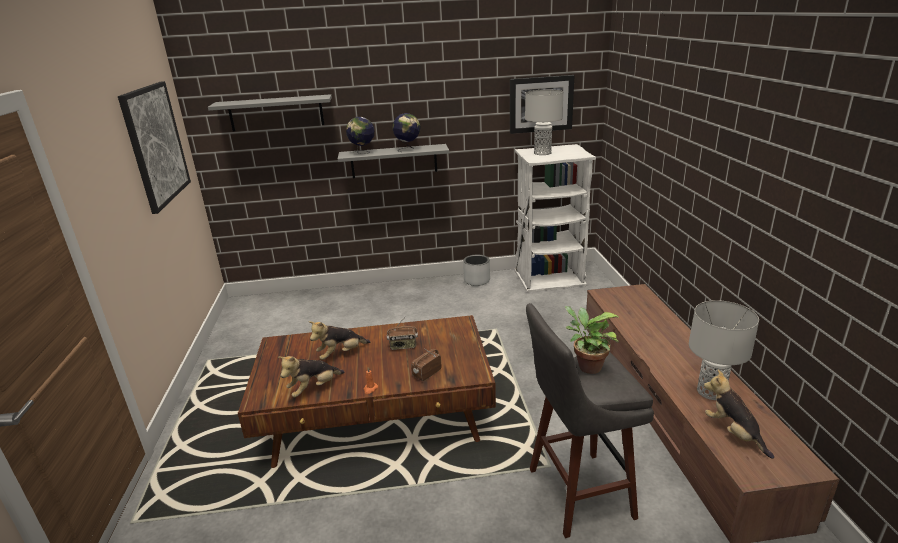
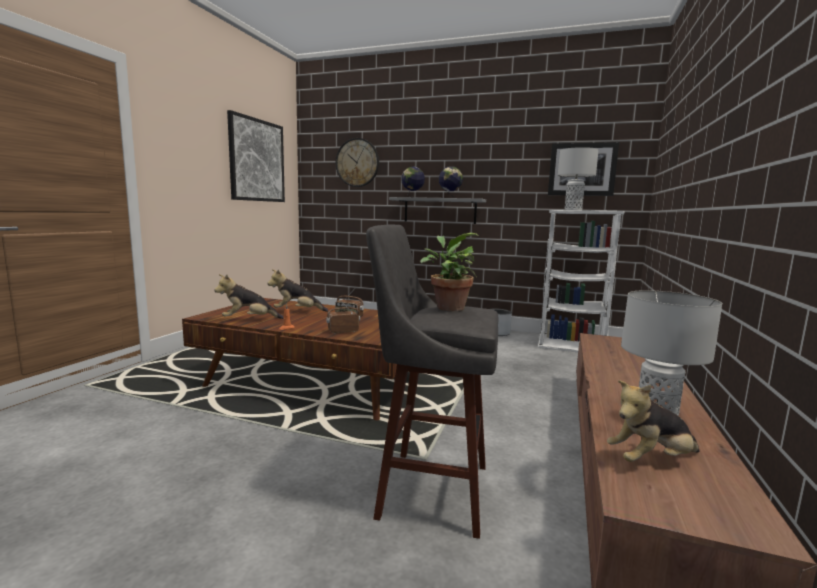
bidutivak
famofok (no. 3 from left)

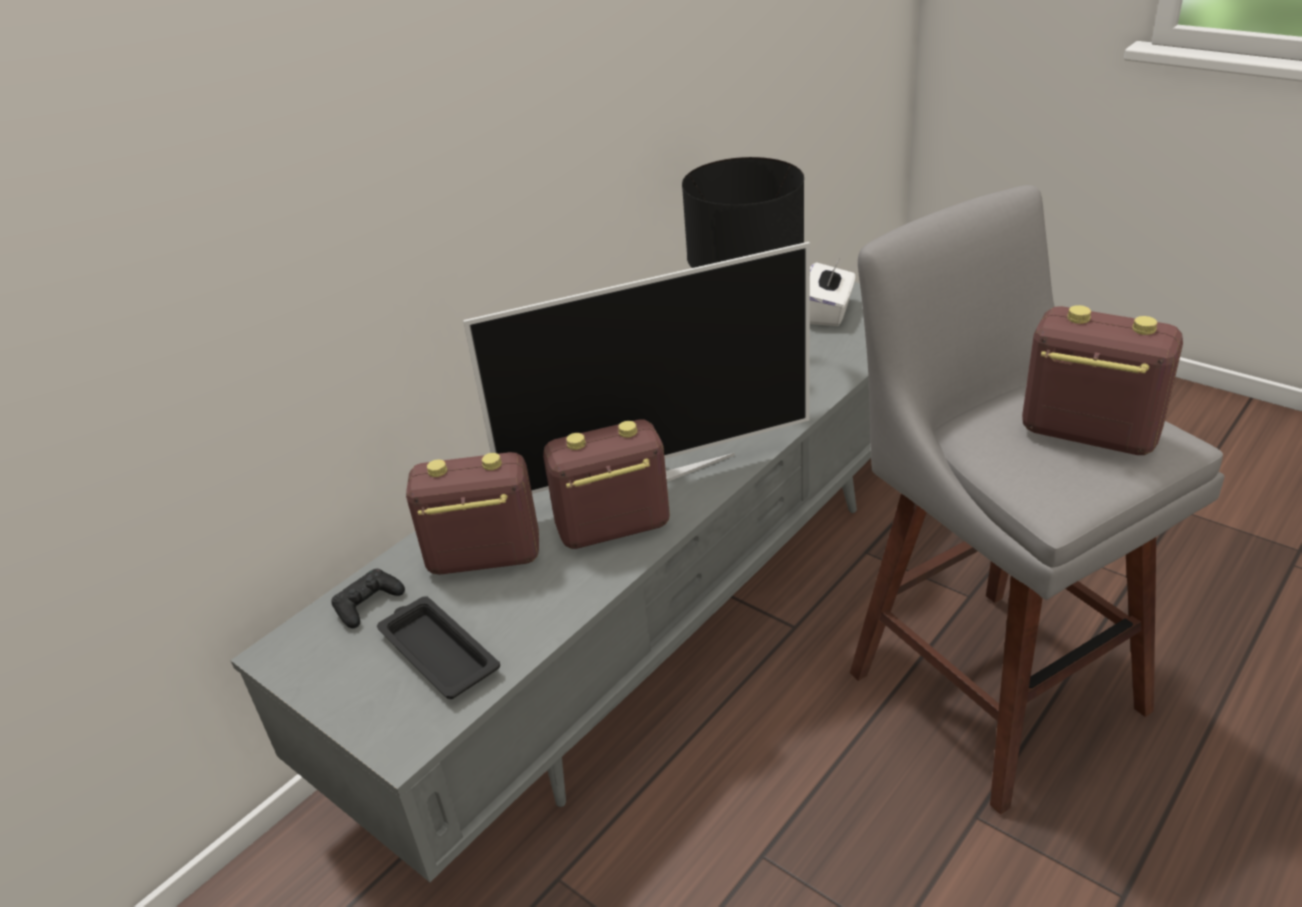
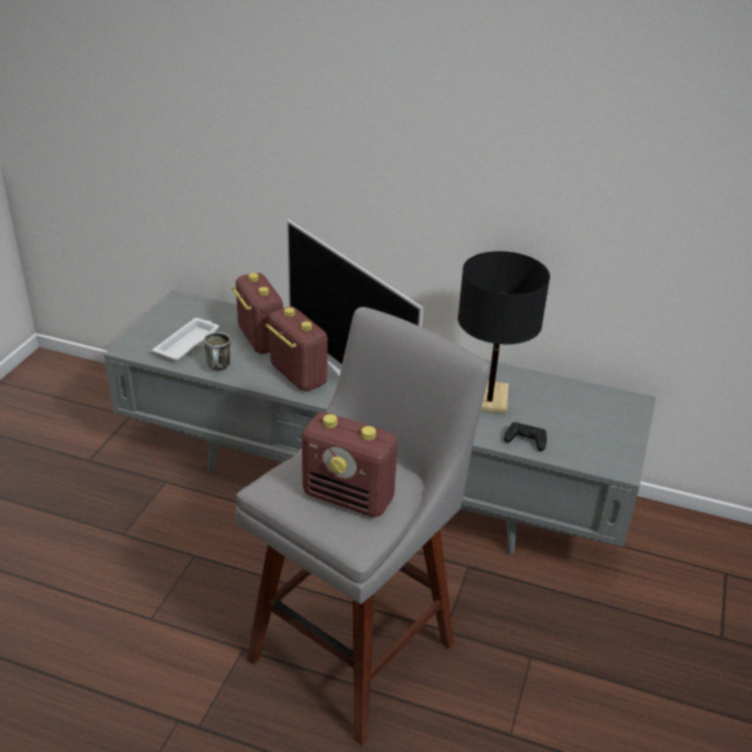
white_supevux
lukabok (no. 3 from left)
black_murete
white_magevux
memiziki

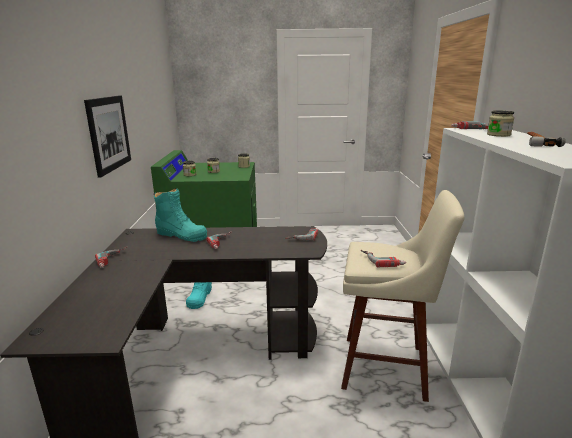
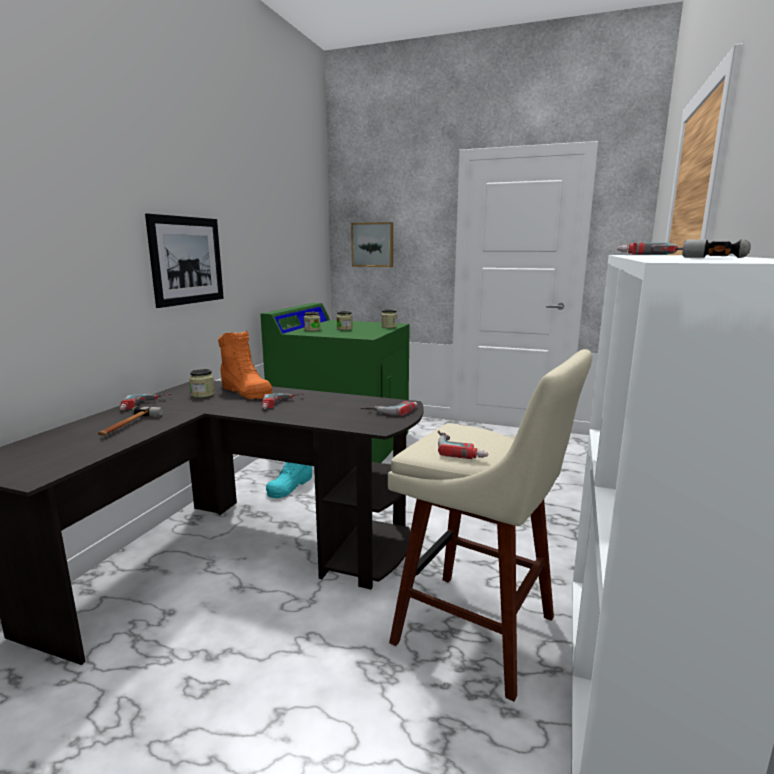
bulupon (no. 1 from left)
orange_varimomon
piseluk (no. 2 from left)
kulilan (no. 1 from left)

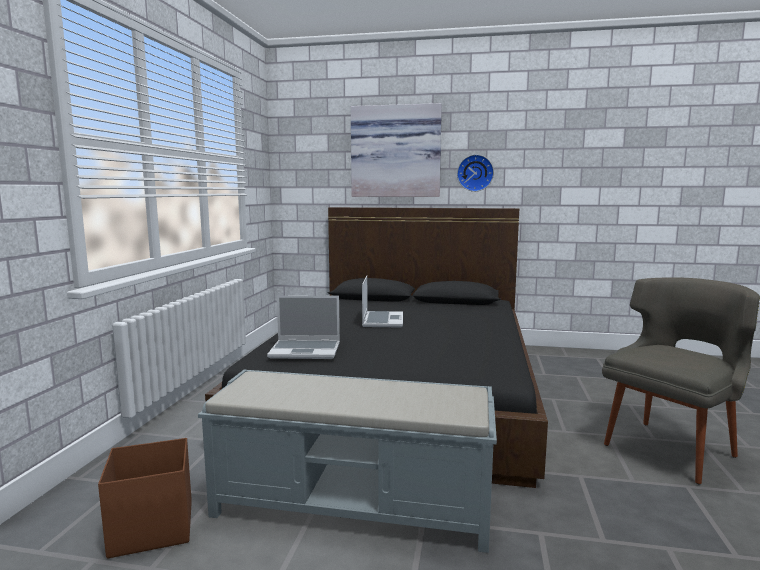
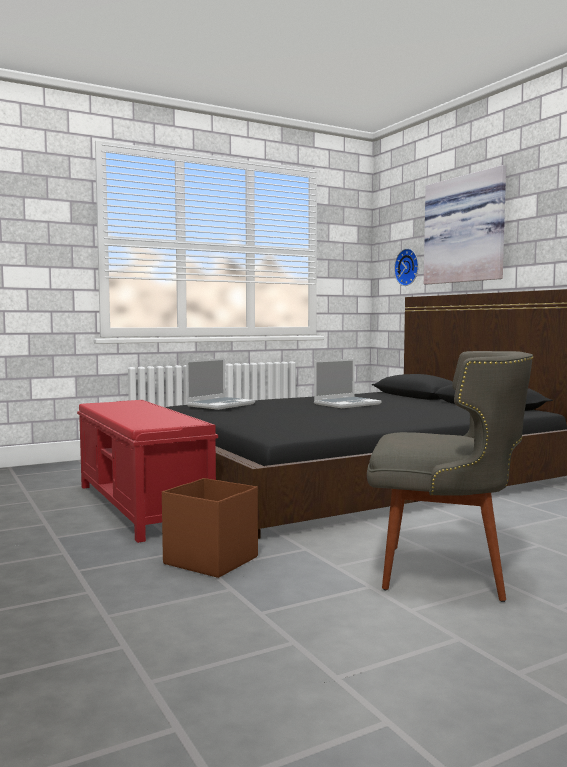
bidutivak
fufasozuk (no. 1 from left)
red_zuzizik
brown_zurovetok

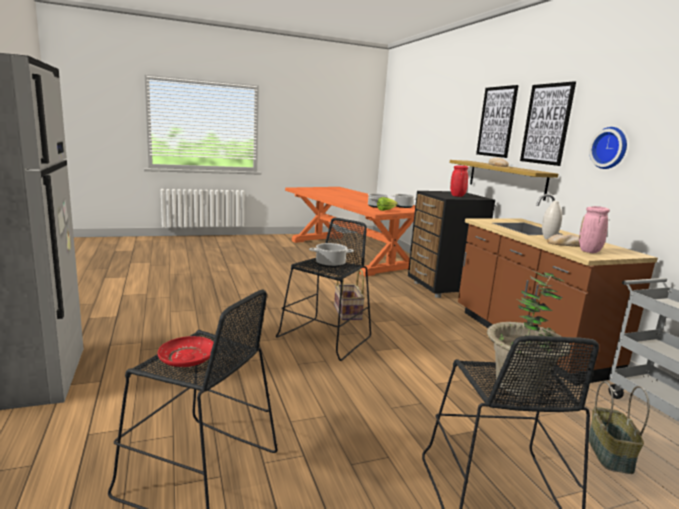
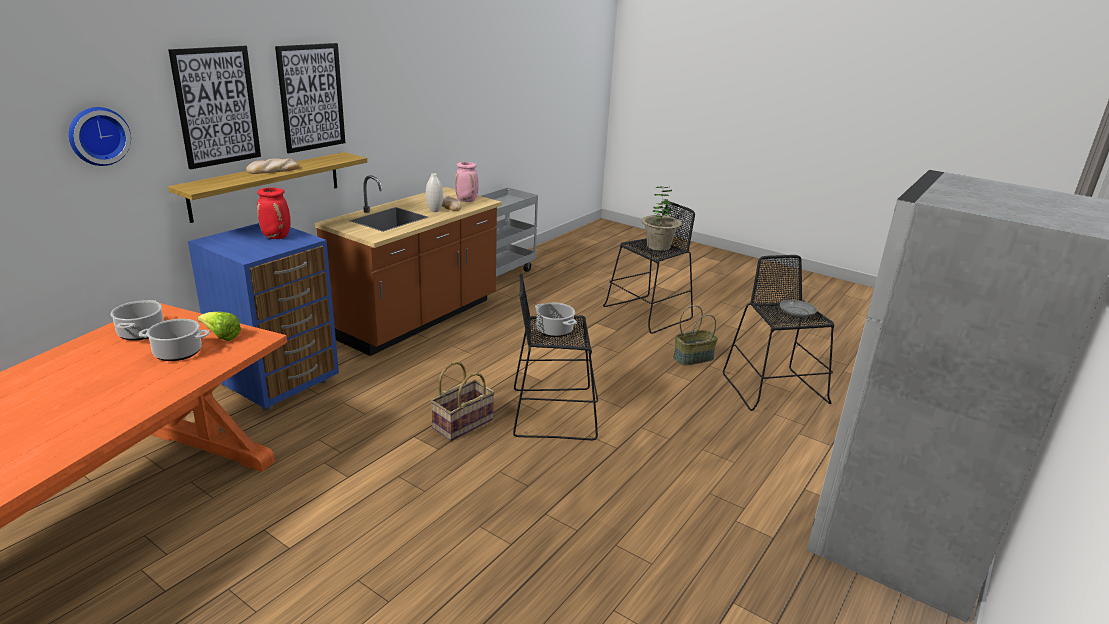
bidutivak
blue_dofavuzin
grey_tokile
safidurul (no. 2 from left)

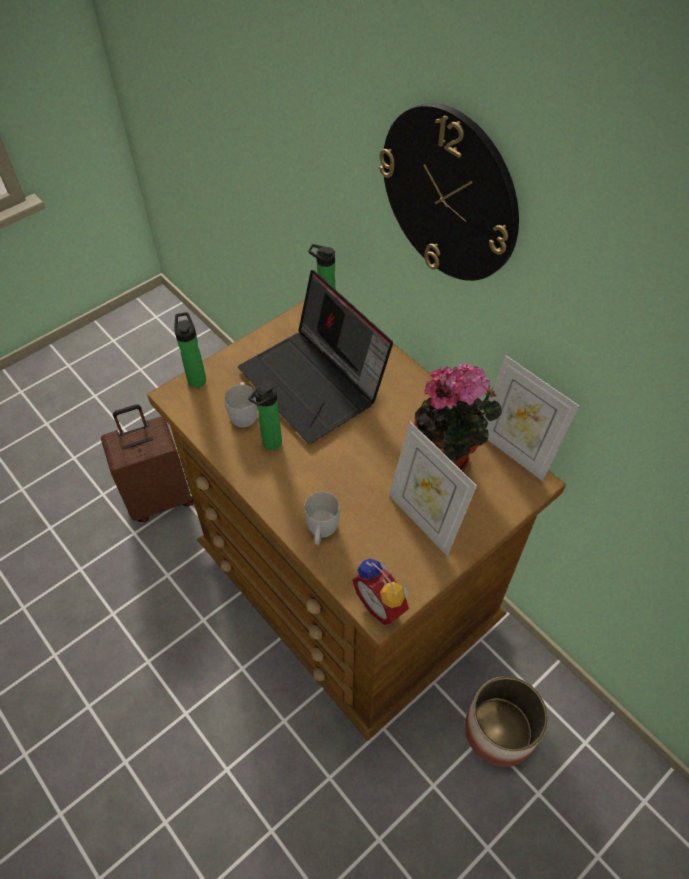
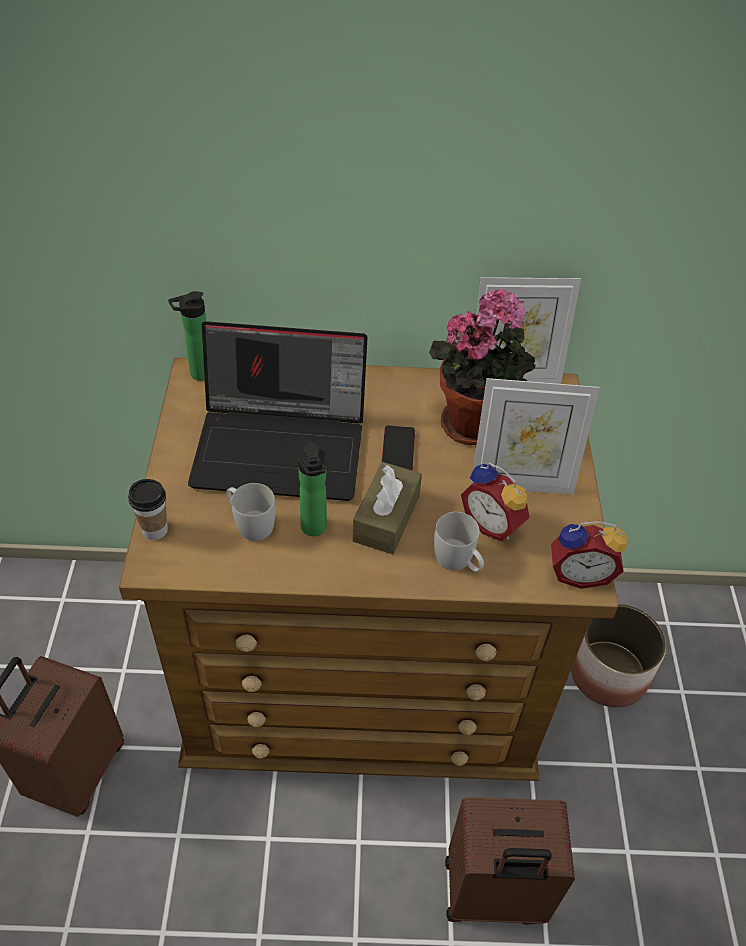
bidutivak
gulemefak
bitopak
brown_supevux
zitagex (no. 1 from left)
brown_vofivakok (no. 2 from left)

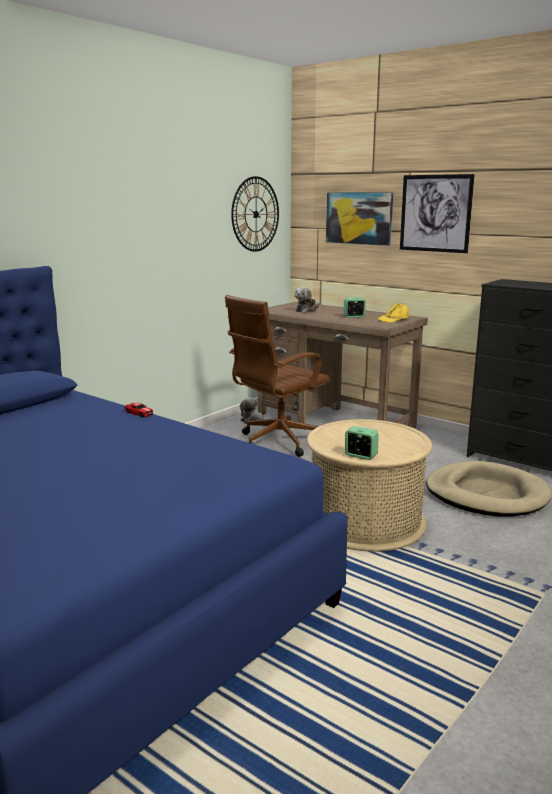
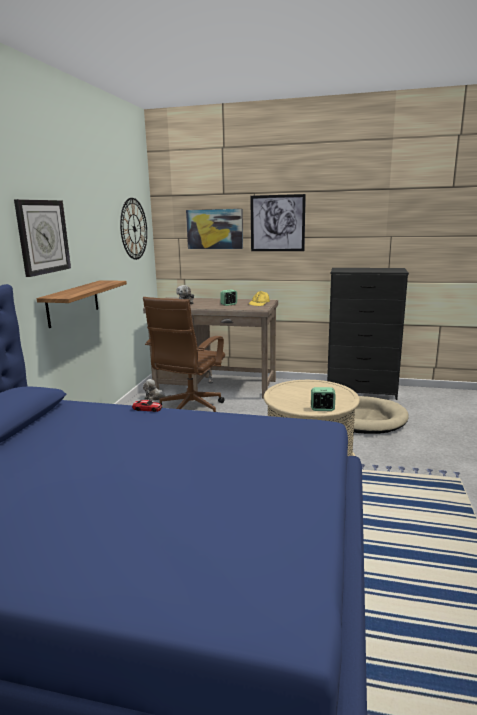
bidutivak (no. 1 from left)
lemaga

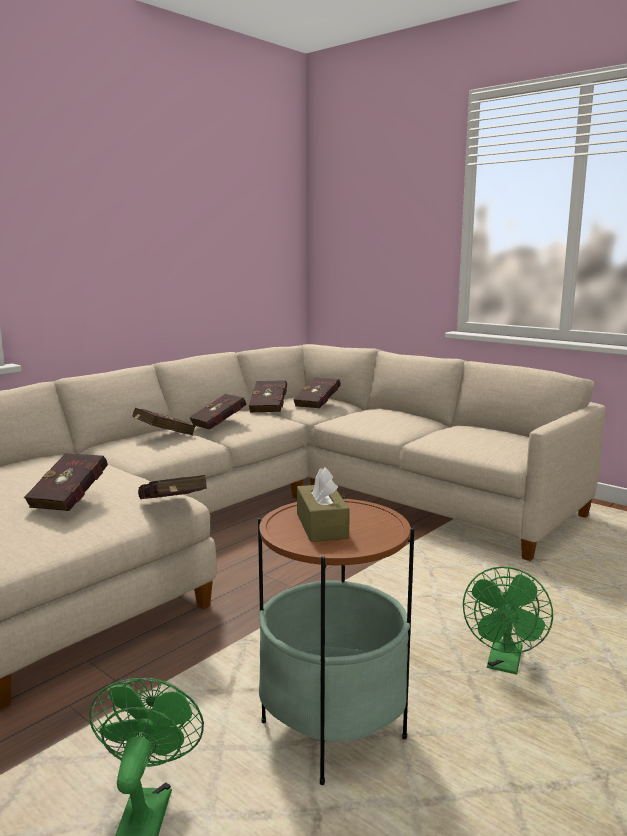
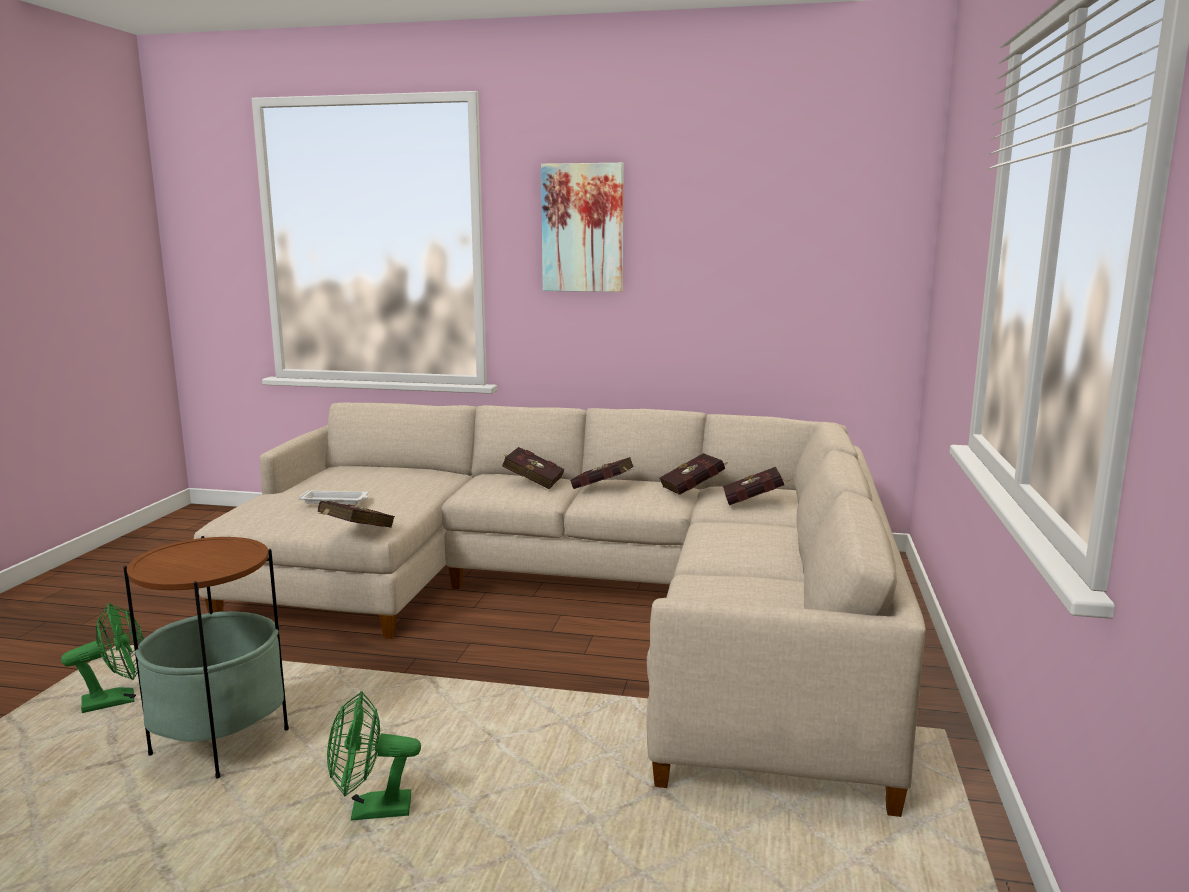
white_magevux
brown_supevux
piseluk

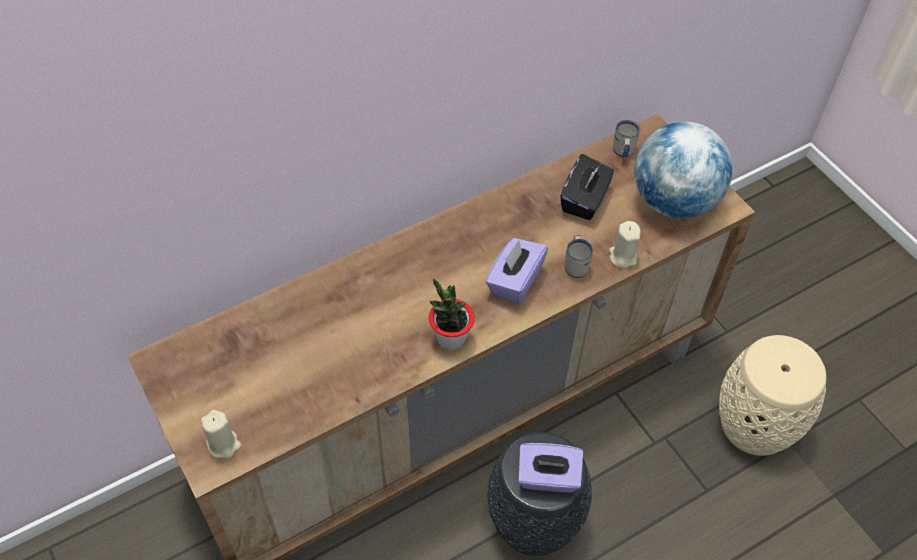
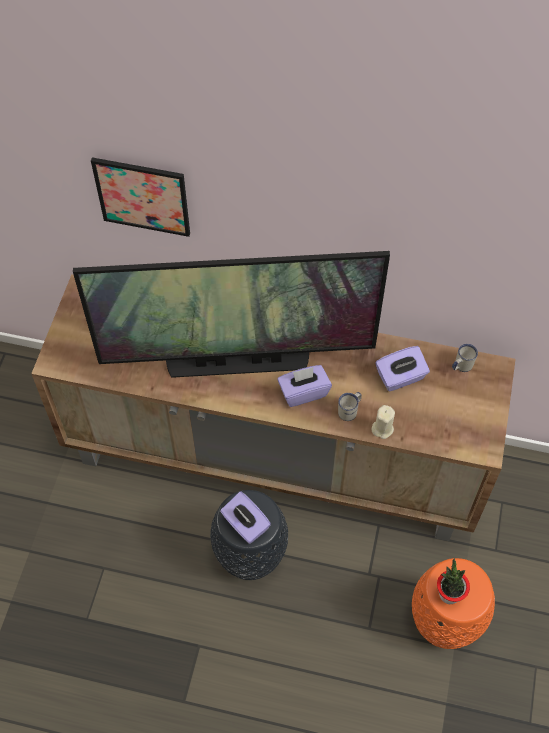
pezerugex
purple_supevux (no. 3 from left)
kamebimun
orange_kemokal
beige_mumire (no. 1 from left in the first image)
piseluk
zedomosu

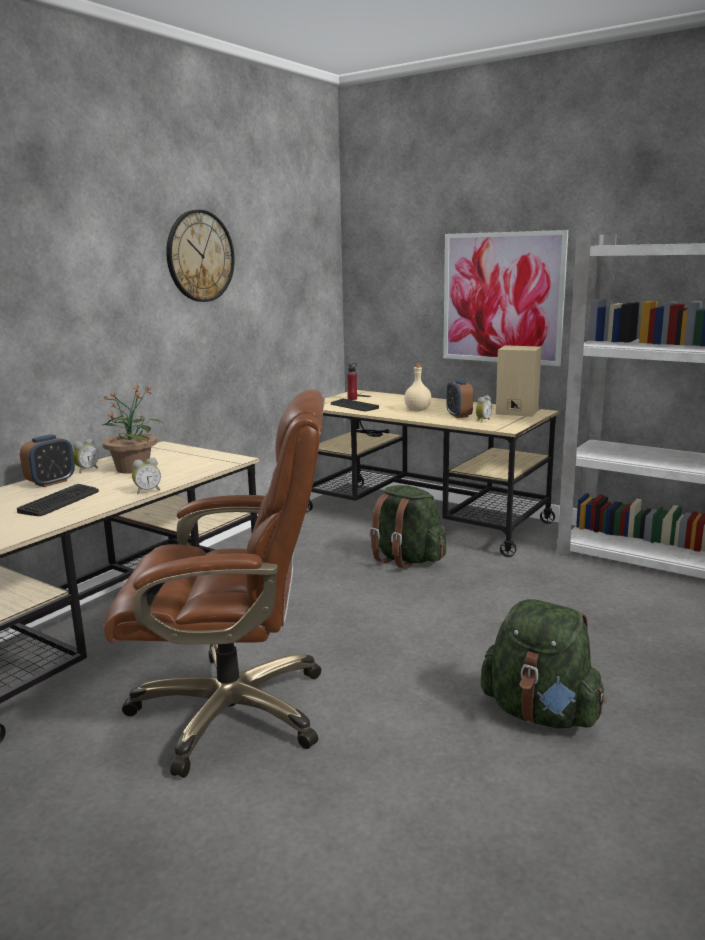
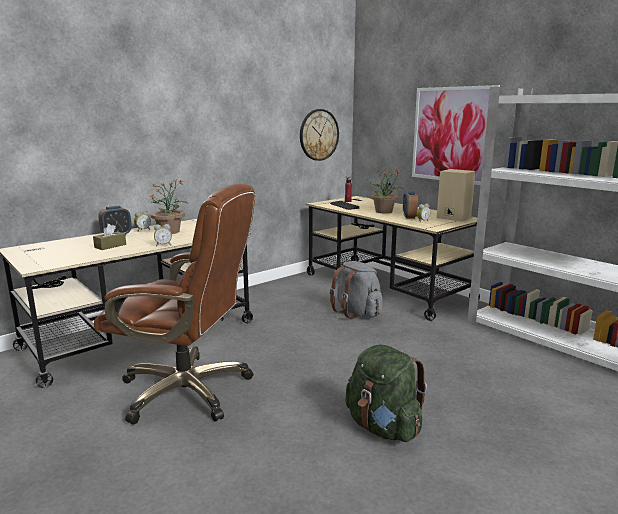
bidutivak
kamebimun (no. 2 from left)
brown_supevux
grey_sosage

